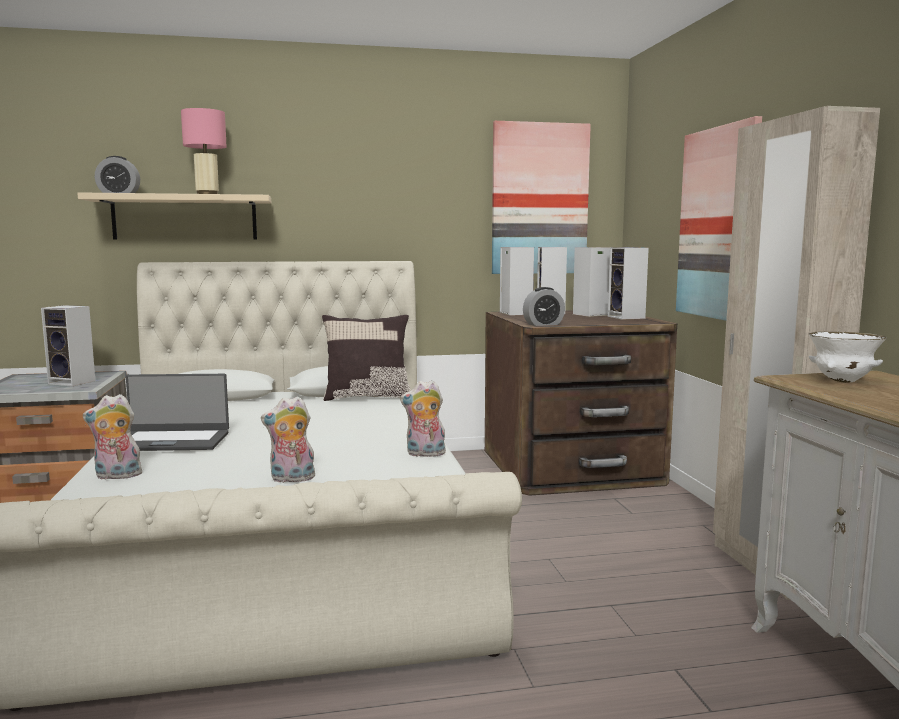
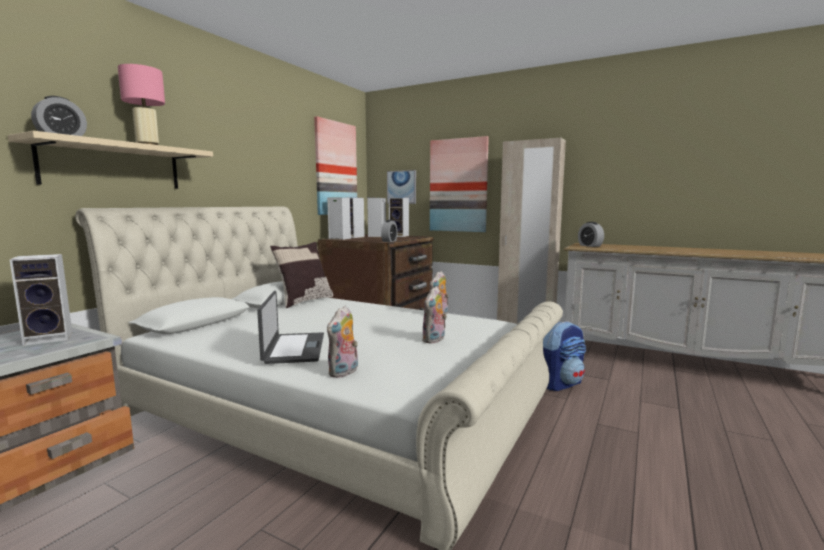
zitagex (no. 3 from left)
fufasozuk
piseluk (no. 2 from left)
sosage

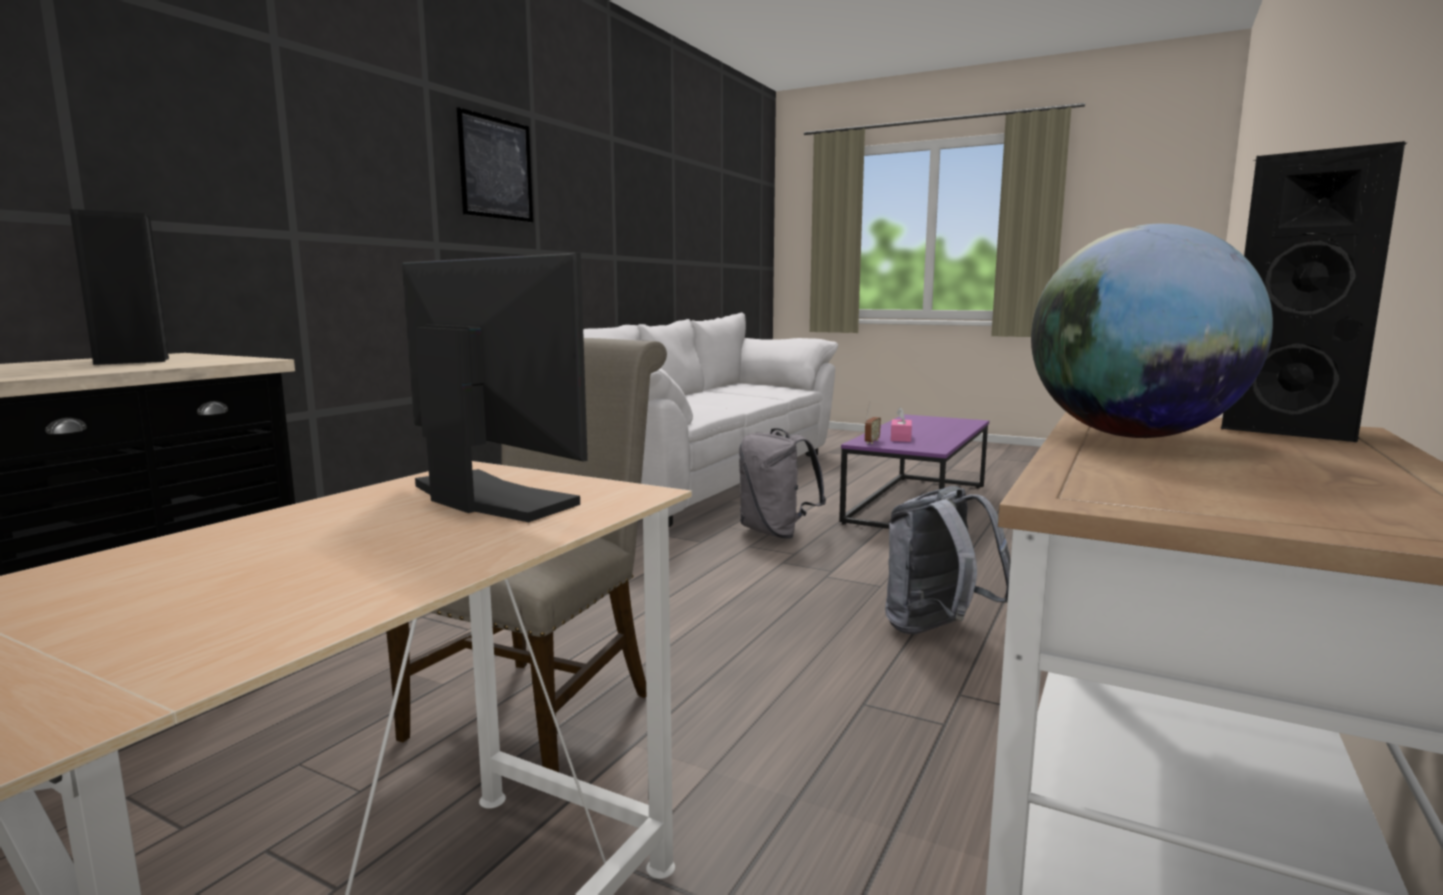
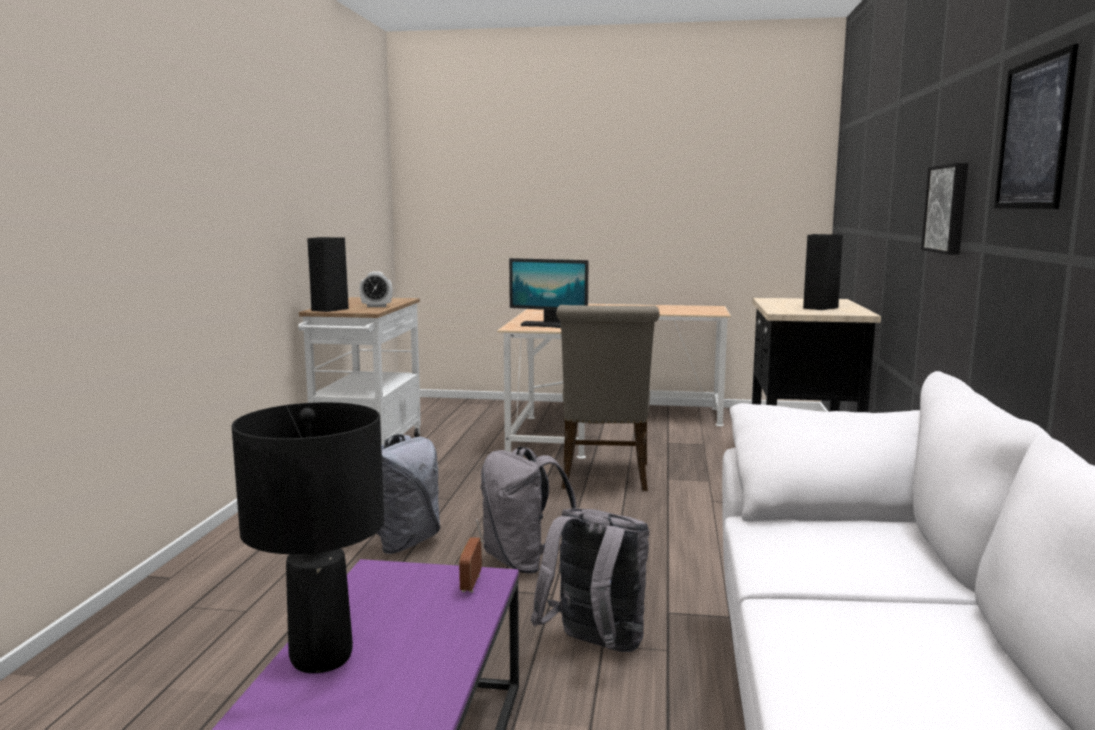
zitagex
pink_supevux
piseluk (no. 1 from left)
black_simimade
grey_sosage (no. 2 from left)

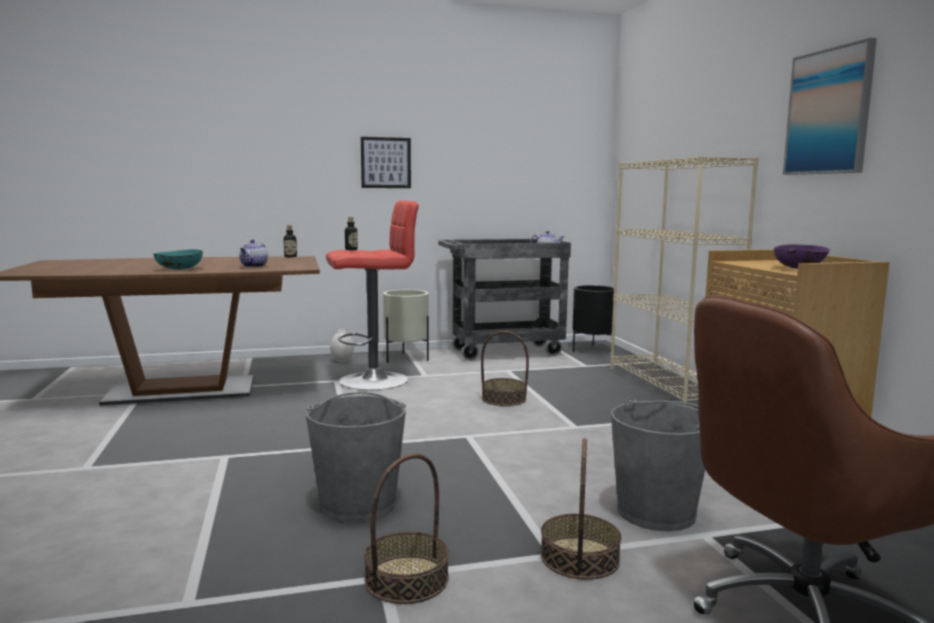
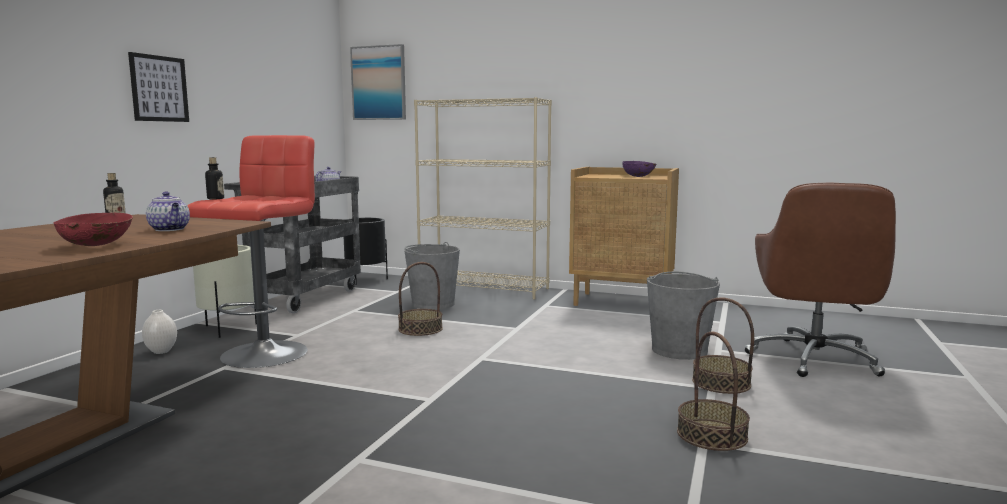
piseluk (no. 2 from left)
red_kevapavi
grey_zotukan (no. 1 from left)

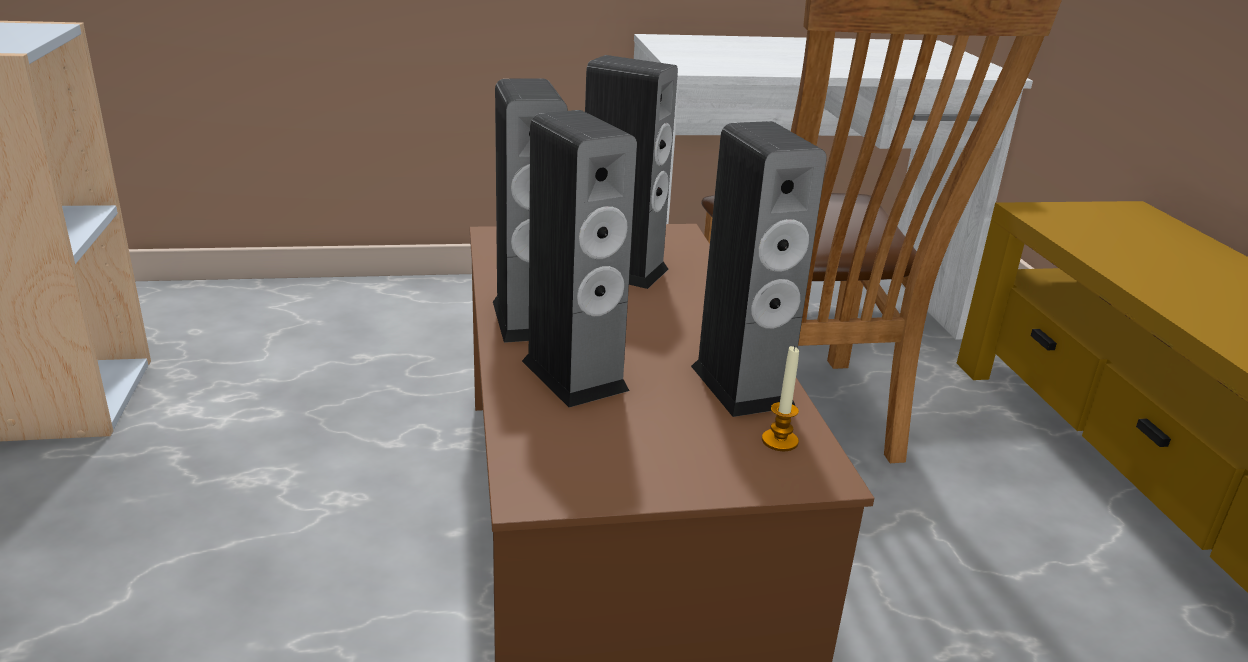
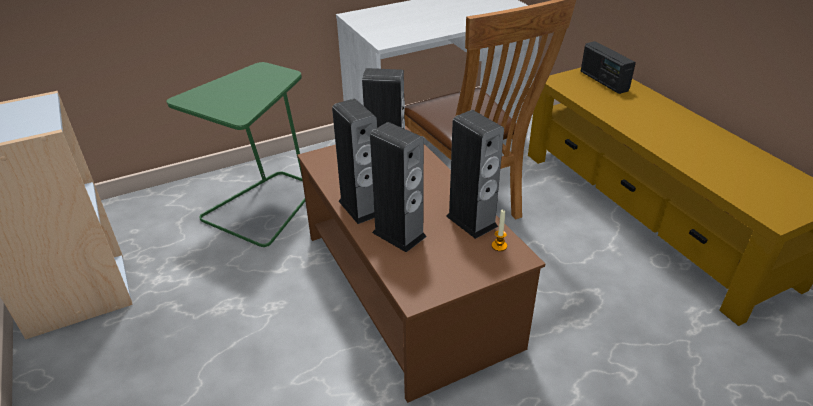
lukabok
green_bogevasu

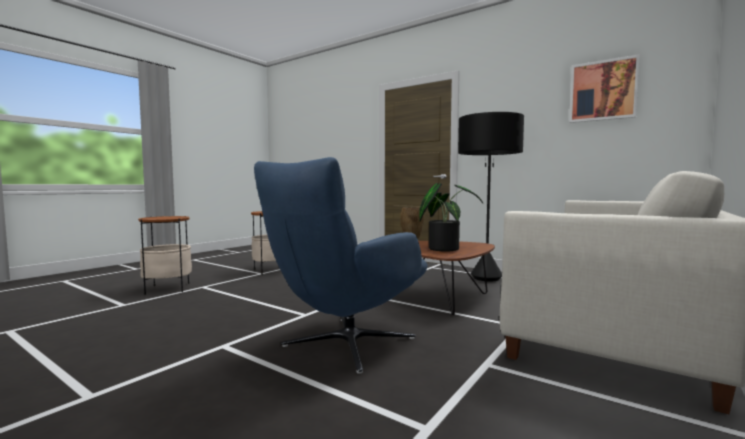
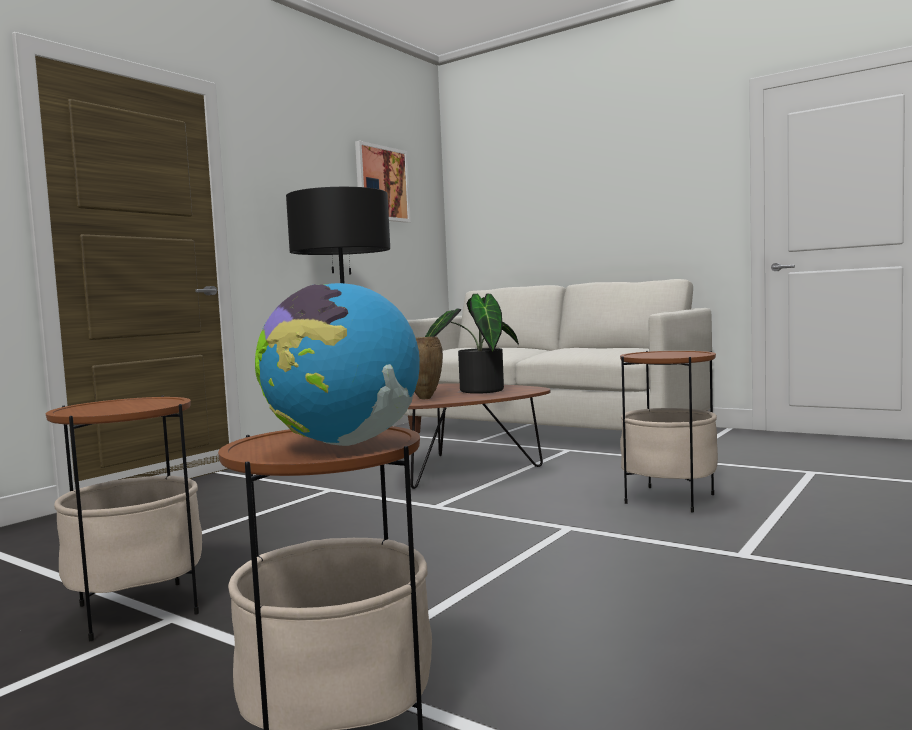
bogevasu (no. 3 from left)
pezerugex

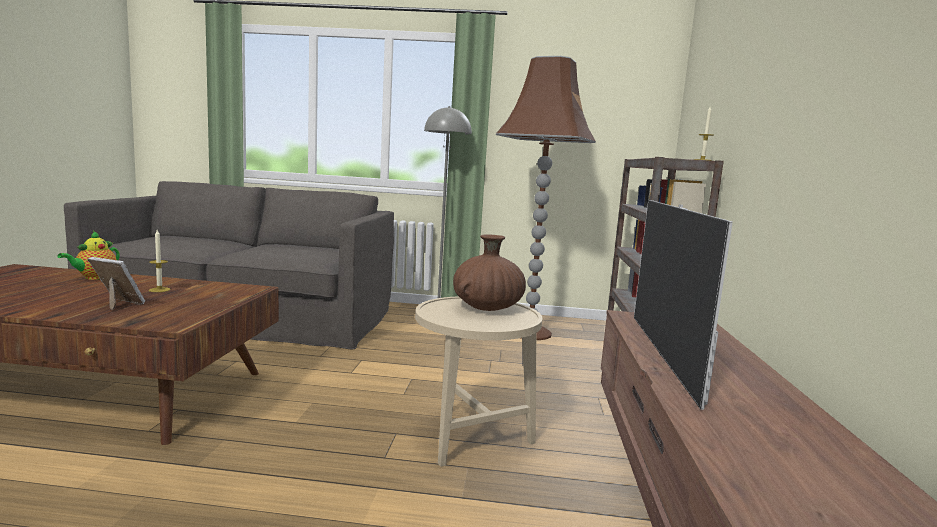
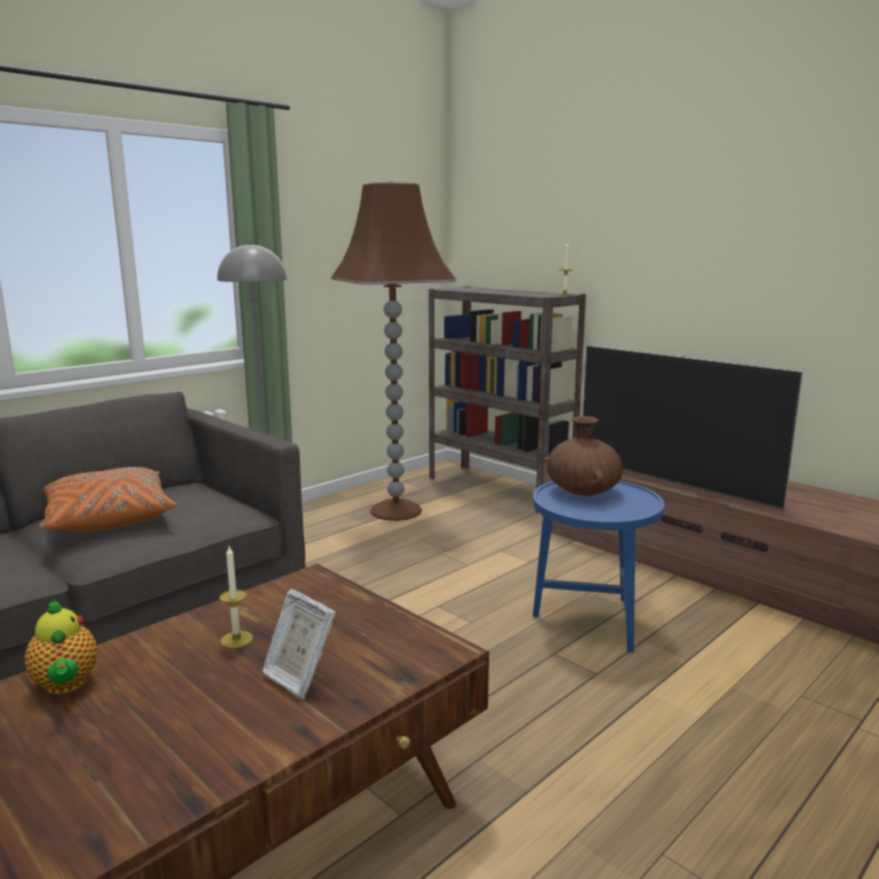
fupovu
blue_bogevasu
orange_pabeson

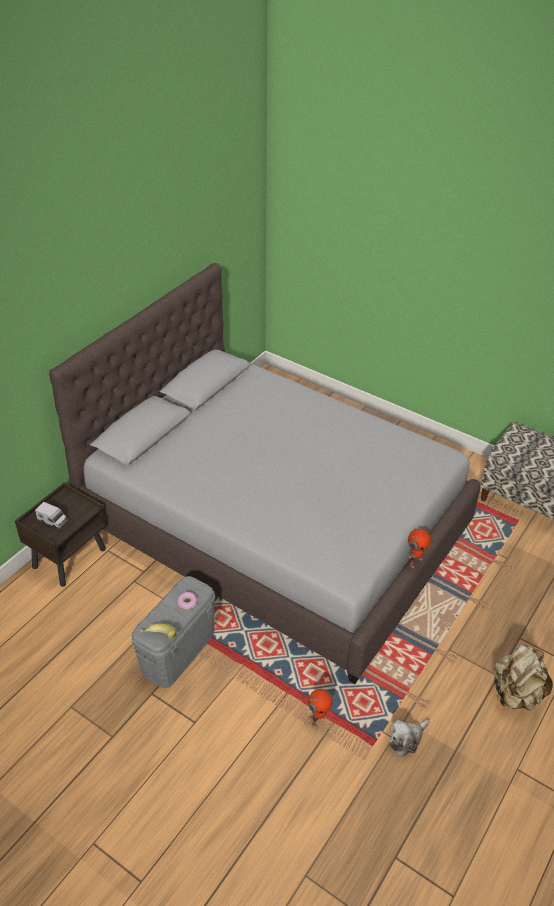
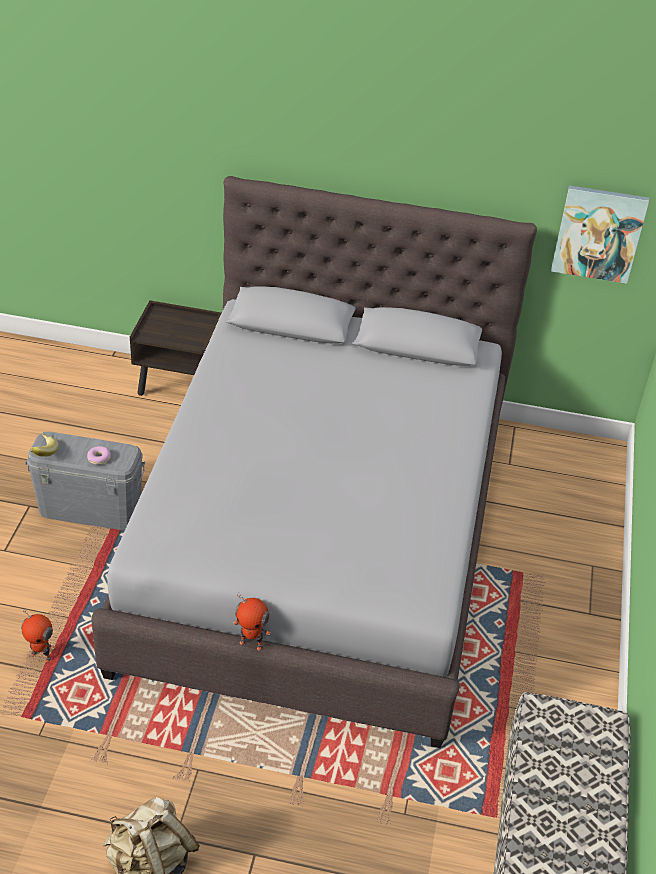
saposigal
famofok
piseluk

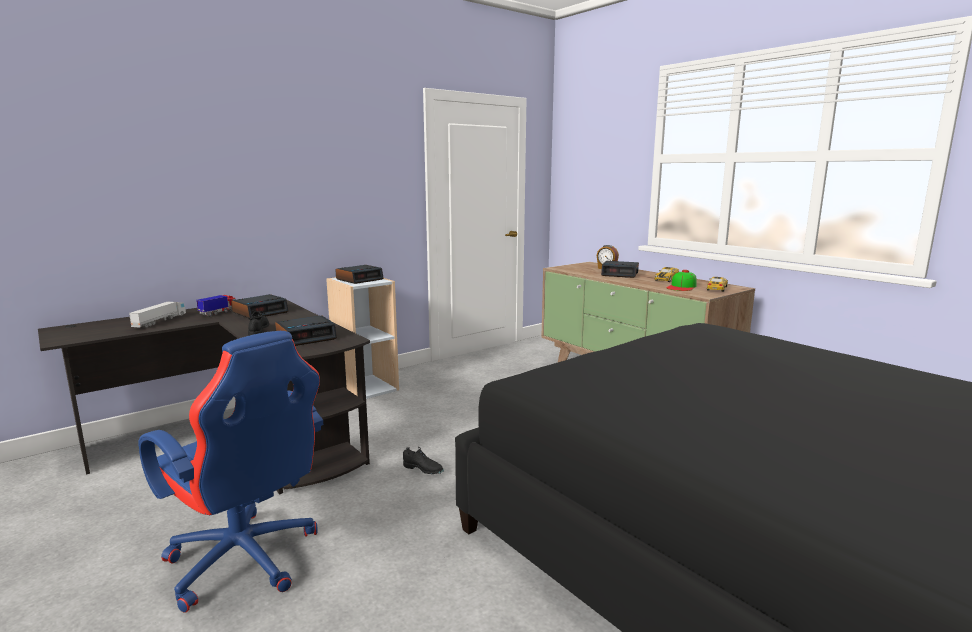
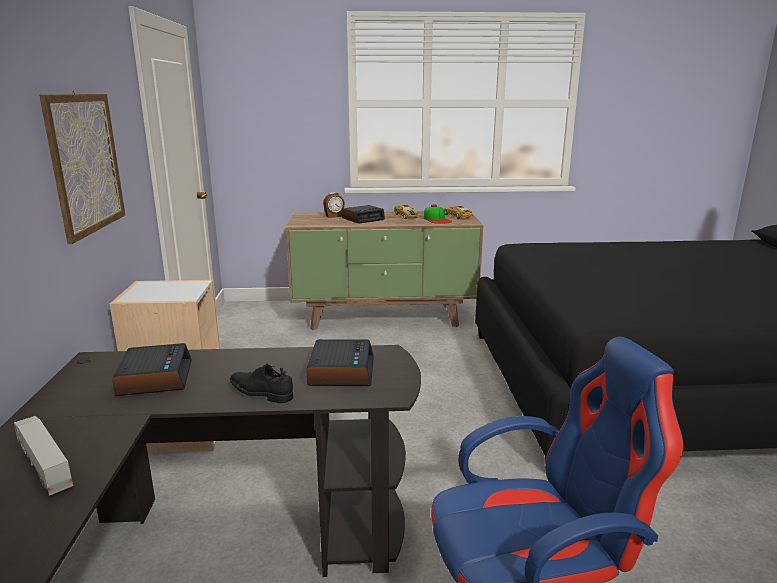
zitagex (no. 3 from left in the first image)
saposigal (no. 2 from left in the first image)
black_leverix (no. 2 from left in the first image)
piseluk

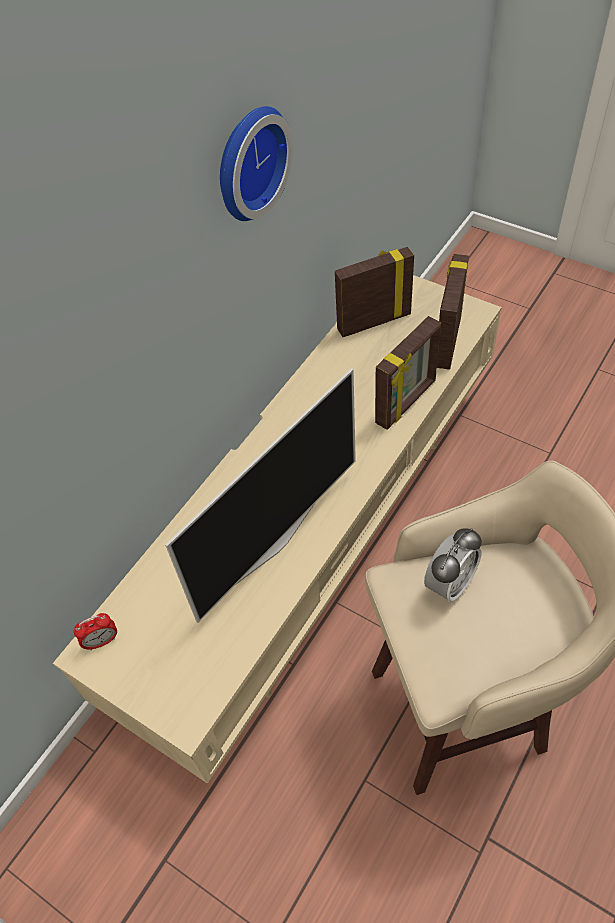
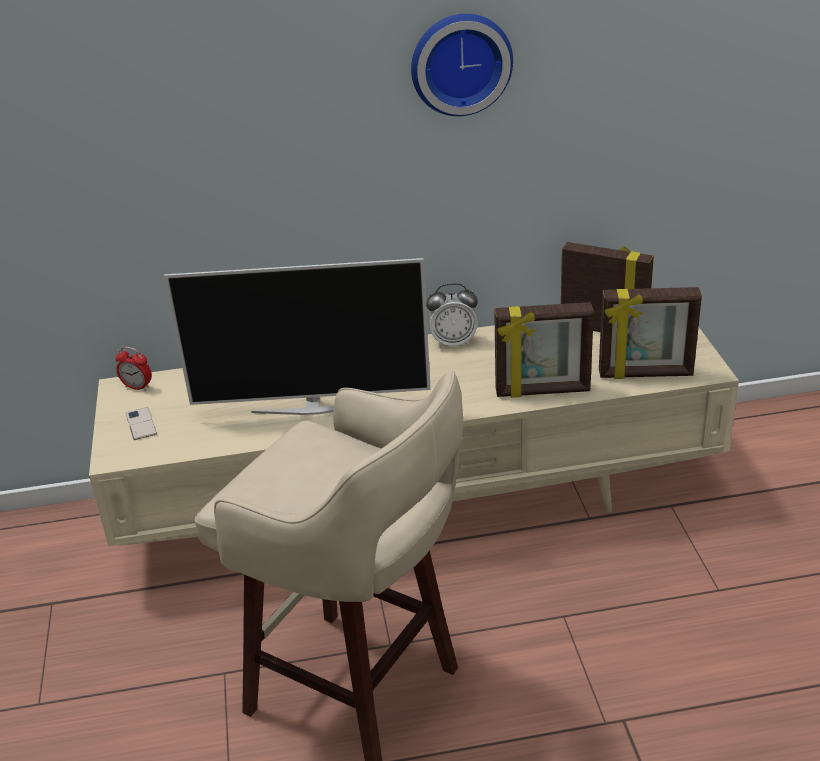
fupovu (no. 3 from left)
zitagex (no. 2 from left)
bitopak

